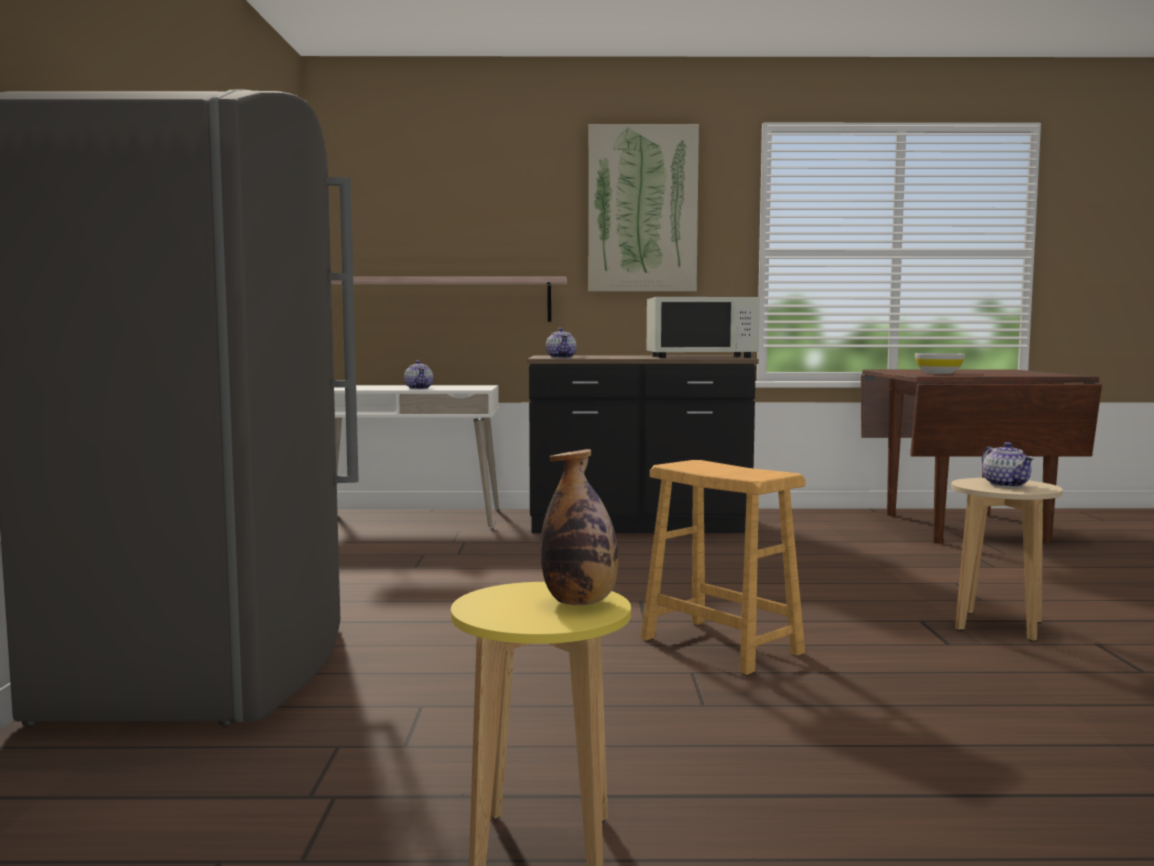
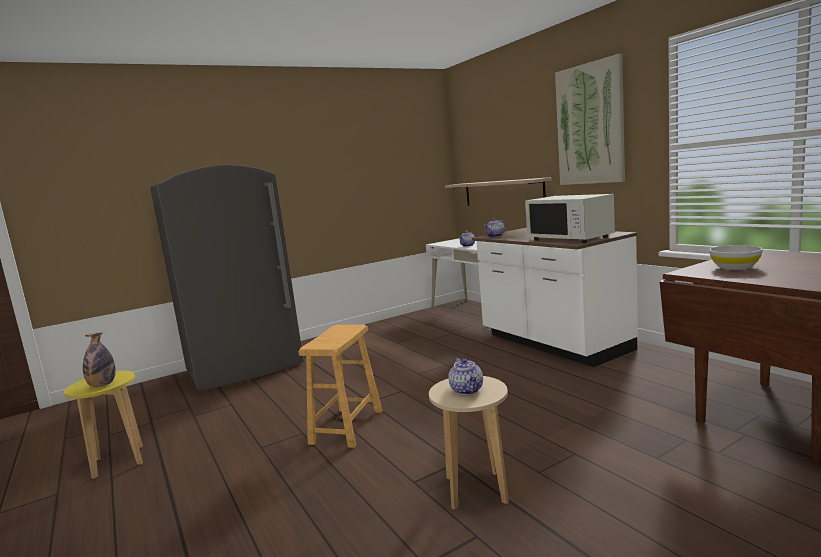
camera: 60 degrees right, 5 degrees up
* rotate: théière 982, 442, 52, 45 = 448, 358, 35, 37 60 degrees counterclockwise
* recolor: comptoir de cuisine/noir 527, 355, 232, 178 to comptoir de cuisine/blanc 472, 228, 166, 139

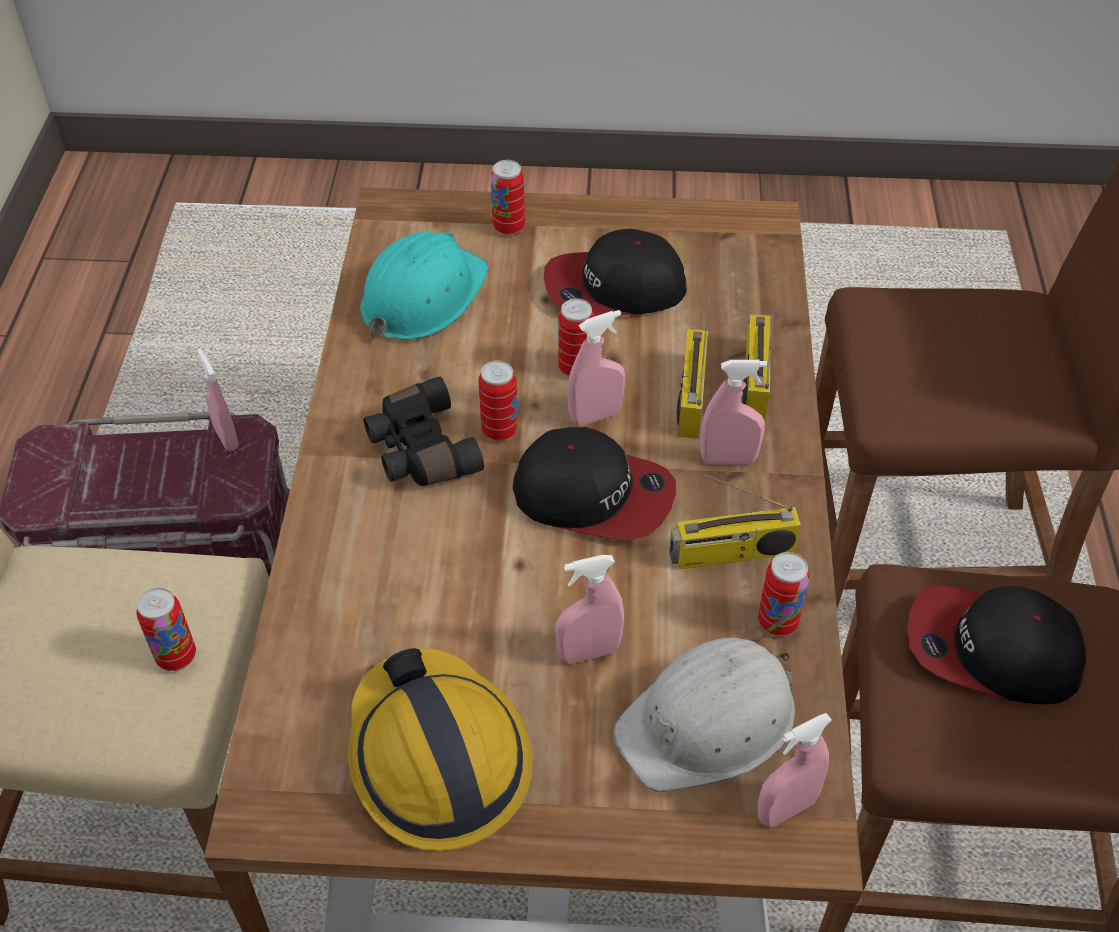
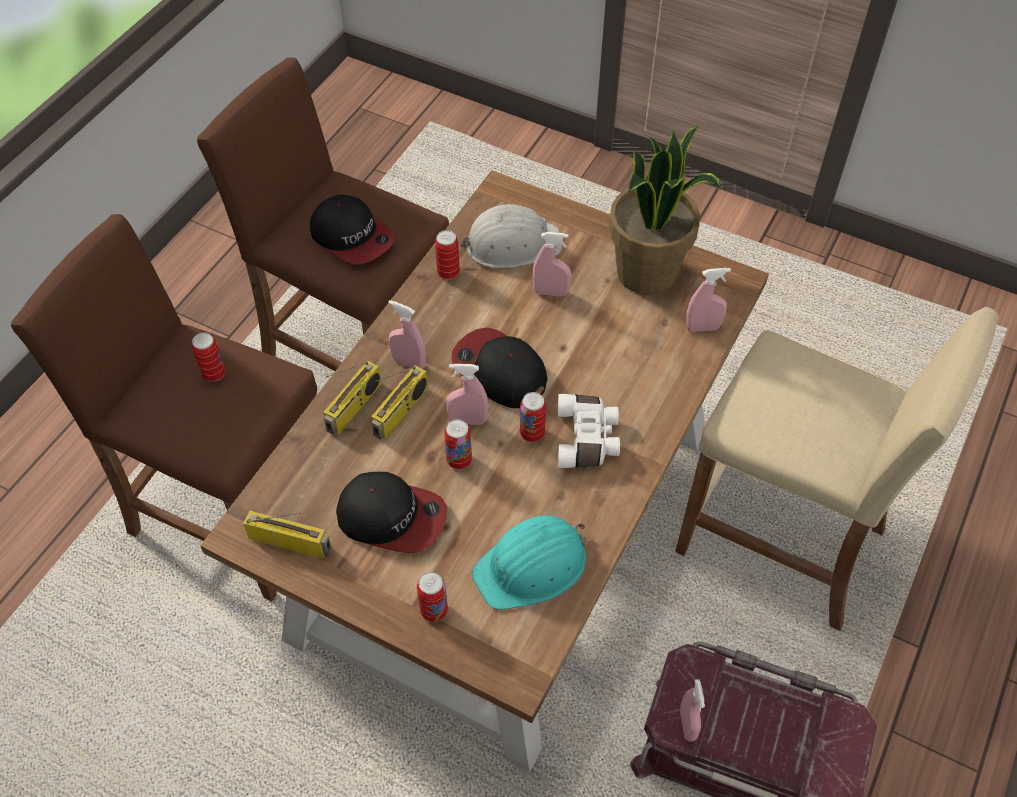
camera: 155 degrees left, 5 degrees up
* move: boîte métallique 136, 588, 60, 83 to 192, 332, 33, 50
* move: radio 669, 473, 132, 96 to 243, 511, 89, 48
* recolor: jumelles/noir 364, 377, 120, 109 to jumelles/blanc 558, 394, 62, 74
* replace: casque de chantier 348, 648, 184, 203 to plante en pot 609, 124, 112, 171
* move: vaporisateur/rose 758, 713, 74, 114 to 686, 268, 45, 64

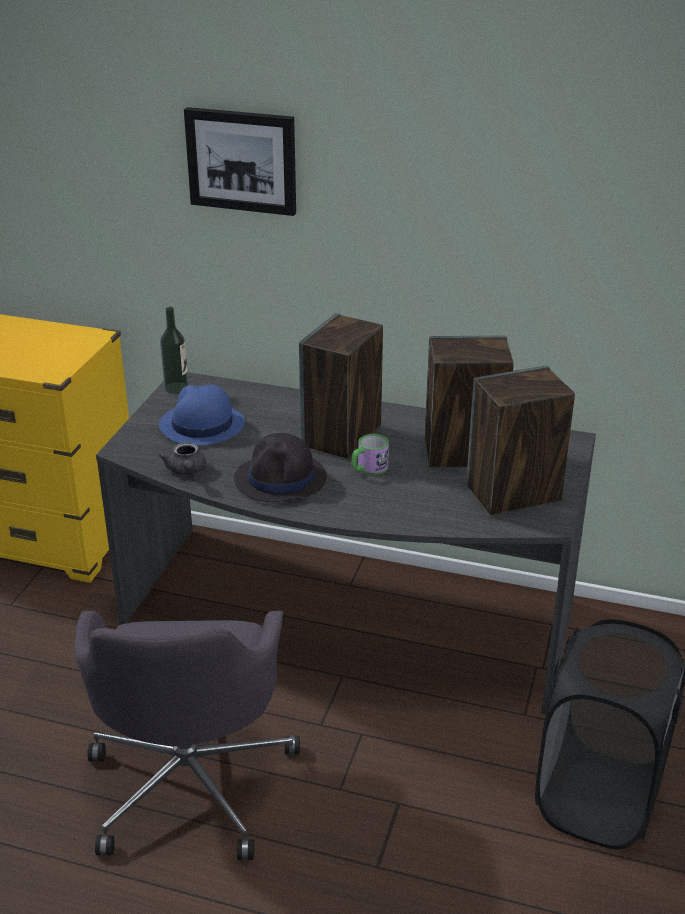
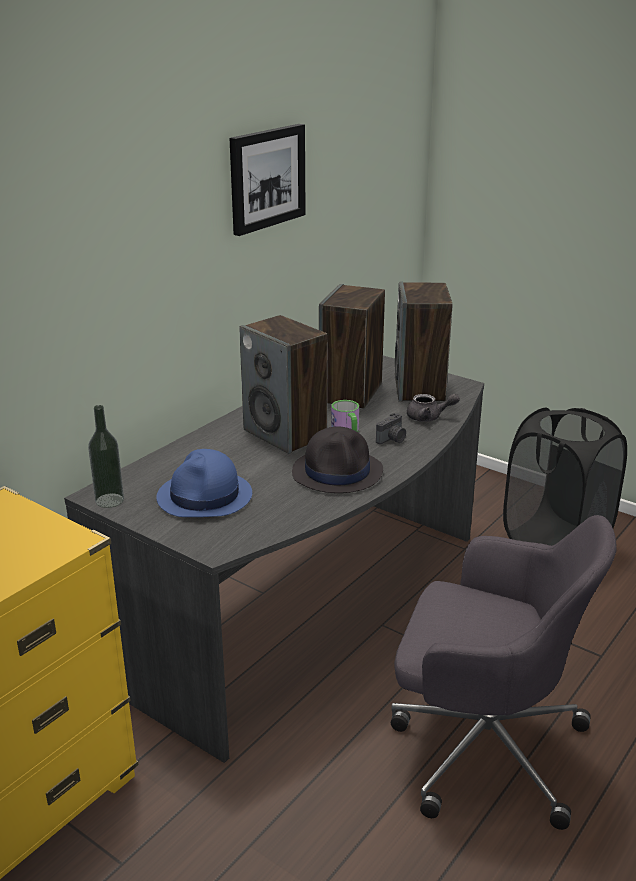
camera: 70 degrees left, 5 degrees down
* move: tableau 184, 107, 112, 109 to 229, 124, 77, 112
* insert: appareil photo 376, 413, 30, 31
* move: théière/gris 159, 442, 47, 33 to 407, 394, 53, 28

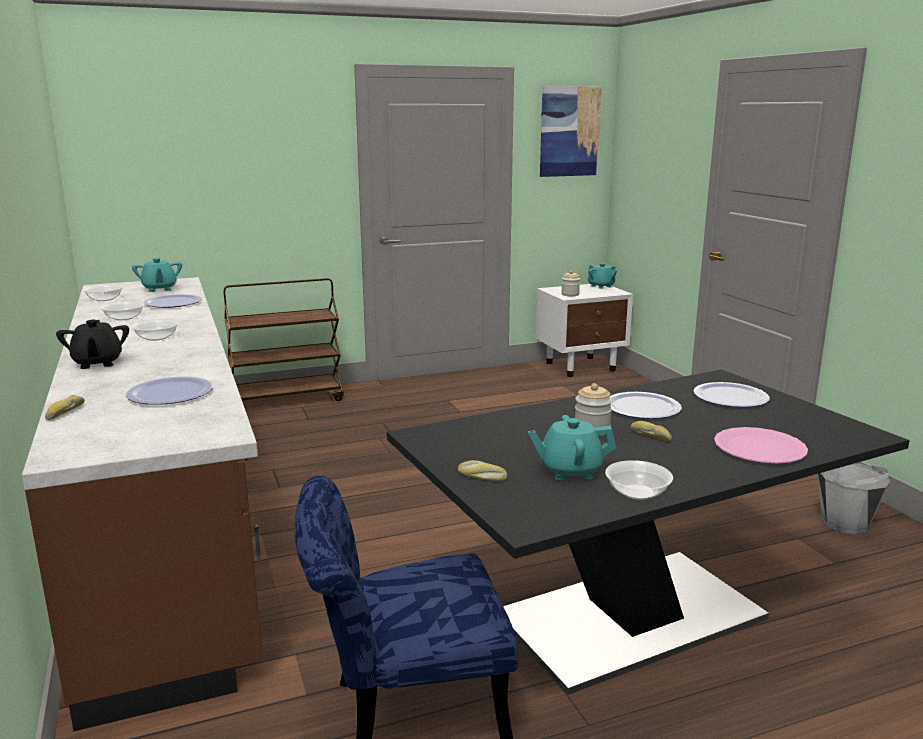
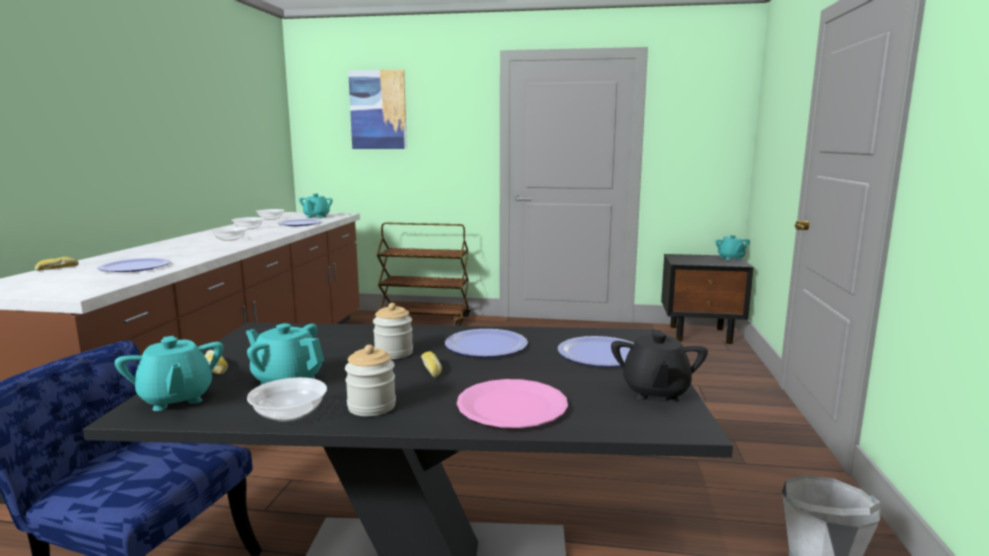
camera: 30 degrees right, 5 degrees down
* insert: théière/turquoise 115, 336, 108, 75
* move: bocal 561, 270, 19, 26 to 345, 345, 51, 71
* move: tableau 540, 86, 62, 91 to 348, 69, 59, 80
* move: théière/noir 56, 320, 73, 49 to 611, 330, 97, 72
* recolor: table de chevet/blanc 536, 284, 97, 93 to table de chevet/noir 661, 254, 92, 90

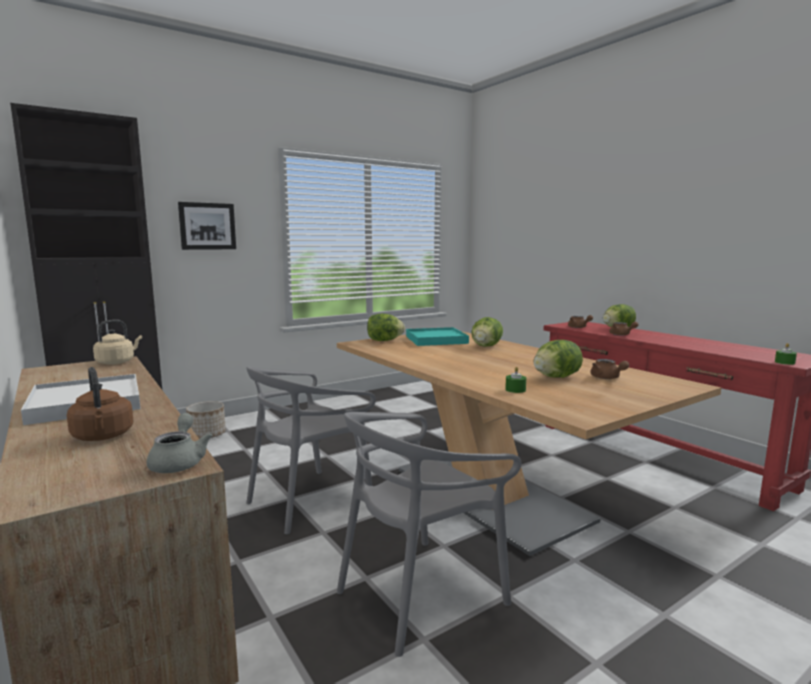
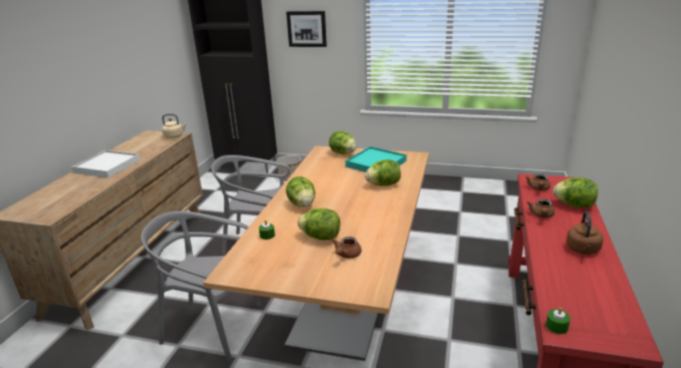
camera: 50 degrees right, 15 degrees up
* insert: laitue 286, 176, 29, 31
* move: bouilloire/marron 67, 367, 66, 74 to 566, 211, 37, 43
* delete: théière/gris 147, 413, 66, 60

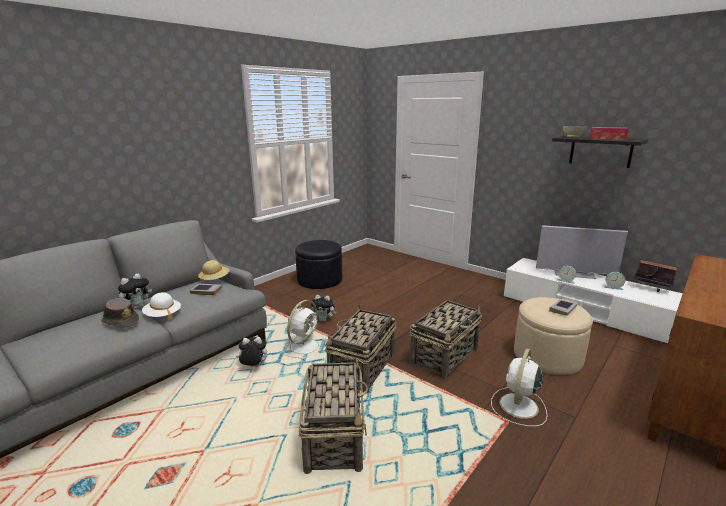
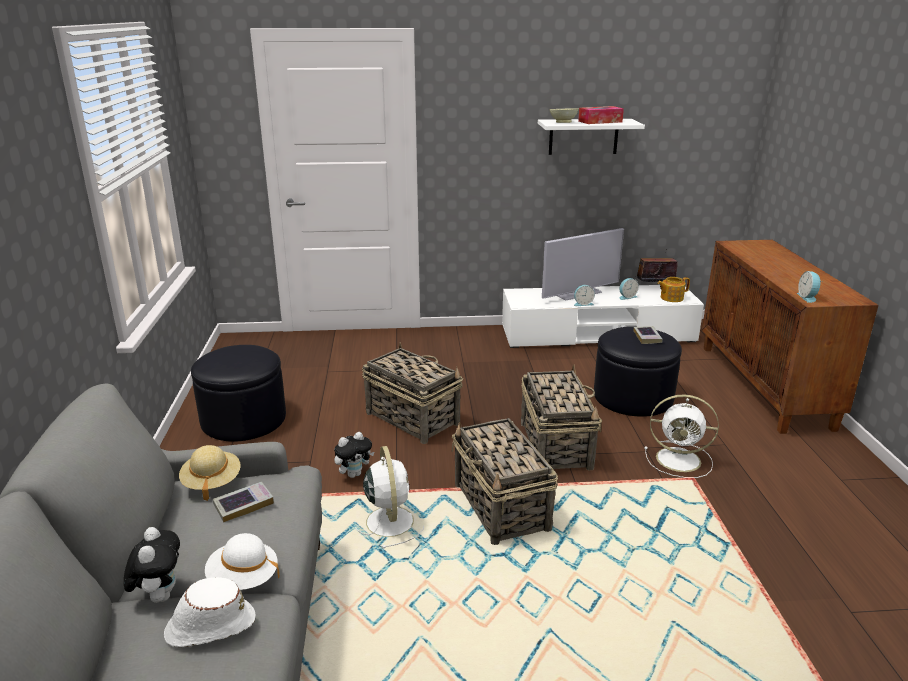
camera: 45 degrees left, 5 degrees up
* recolor: chapeau/marron 101, 298, 38, 29 to chapeau/blanc 164, 577, 91, 70
* move: panier 299, 357, 69, 117 to 362, 342, 101, 102
* recolor: étagère/noir 552, 136, 96, 32 to étagère/blanc 538, 119, 107, 36
* recolor: pouf/beige 514, 297, 79, 78 to pouf/noir 594, 326, 88, 91
* rotate: ventilateur/blanc 491, 348, 56, 79 = 645, 394, 74, 84 60 degrees counterclockwise
* insert: théière 657, 277, 33, 25
* insert: réveil 797, 271, 25, 32
* delete: peluche 236, 337, 31, 30

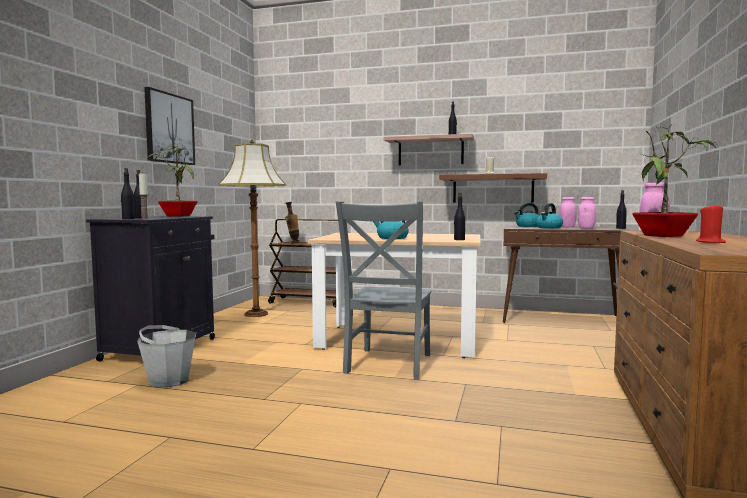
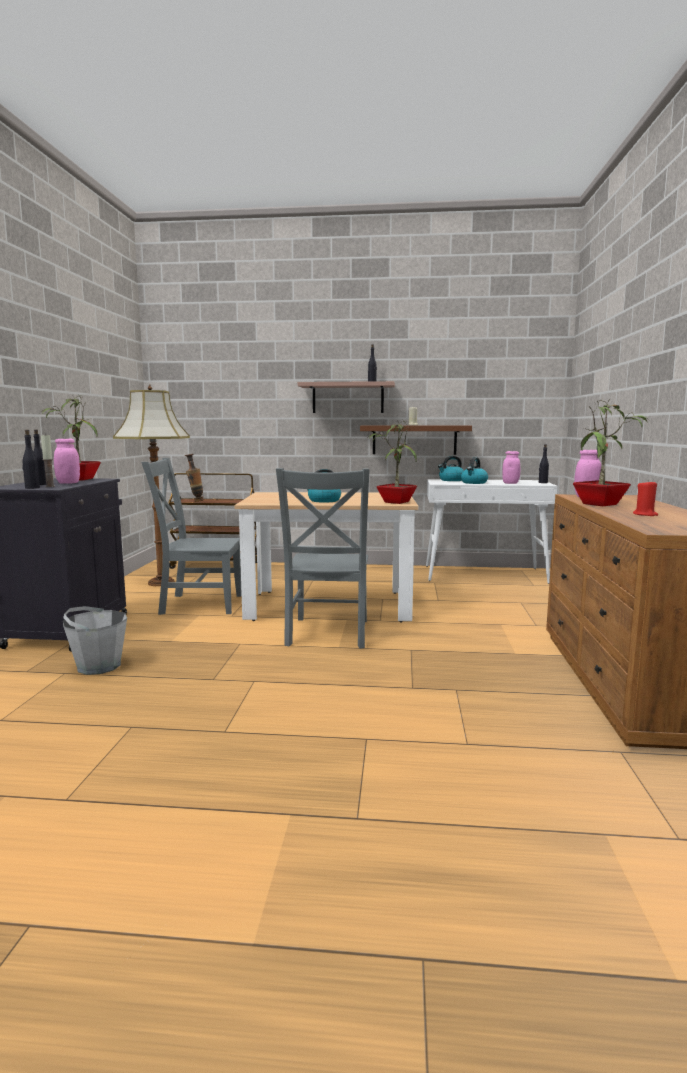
camera: 10 degrees left, 5 degrees up
* move: bocal/rose 559, 197, 18, 31 to 54, 439, 26, 45
* insert: chaise/gris 141, 458, 101, 157
* replace: bouteille/noir 454, 192, 11, 48 to plante en pot 369, 421, 48, 83
* recolor: table console/marron 503, 226, 128, 97 to table console/blanc 426, 479, 132, 105
* delete: tableau 144, 87, 51, 78

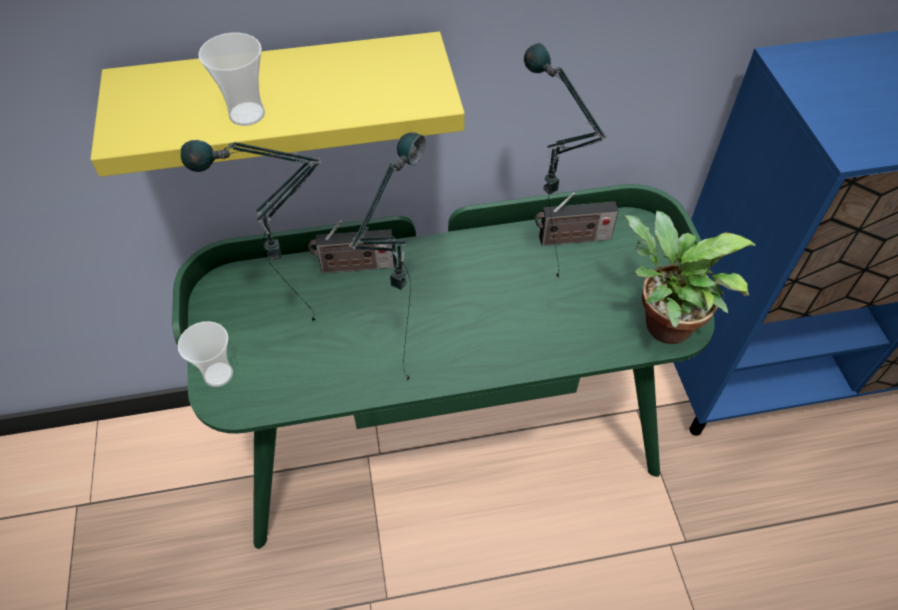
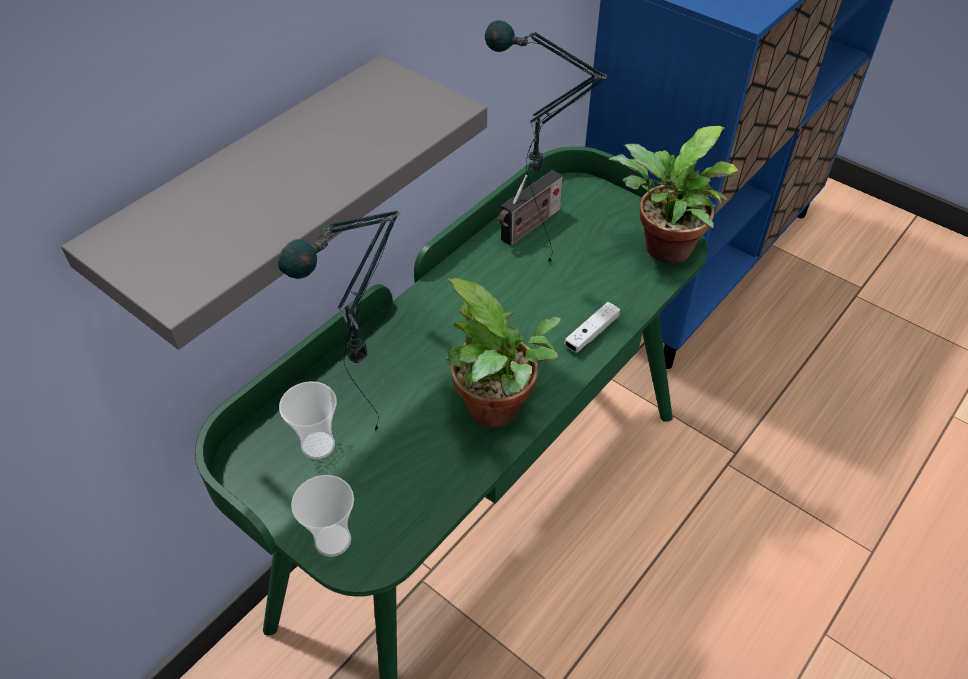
camera: 40 degrees left, 5 degrees down
* recolor: étagère/jaune 91, 32, 374, 145 to étagère/gris 61, 56, 426, 294
* move: tasse 198, 33, 67, 93 to 279, 381, 58, 78
* replace: lampe de table 349, 132, 76, 249 to plante en pot 445, 278, 116, 149
* insert: manette/blanc 564, 302, 56, 51
* delete: radio 309, 220, 86, 53

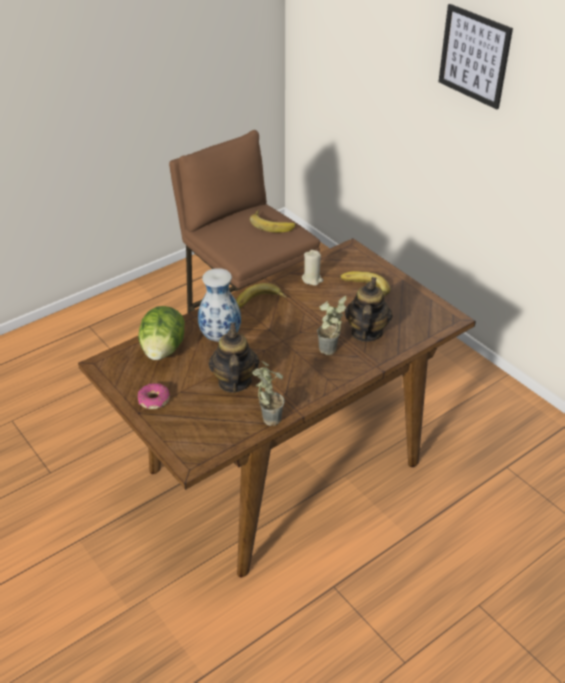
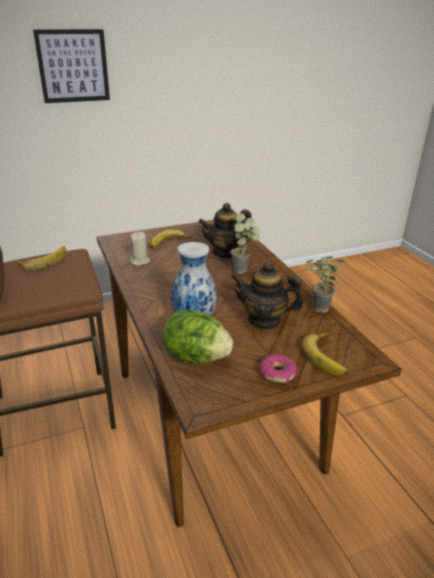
camera: 75 degrees left, 10 degrees down
* rotate: théière 345, 277, 47, 65 = 198, 203, 55, 55 45 degrees counterclockwise
* move: banane 236, 283, 51, 25 to 302, 333, 45, 42

